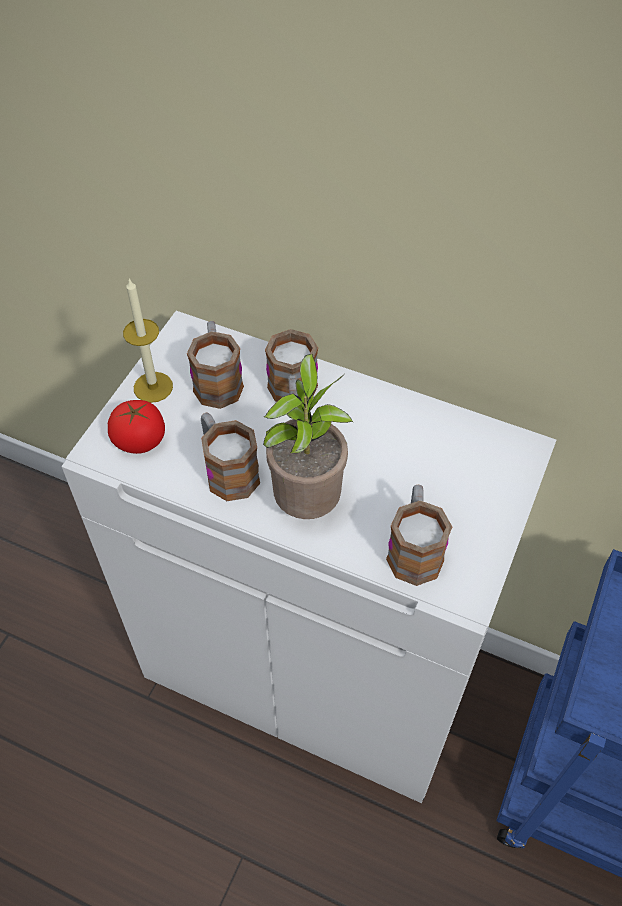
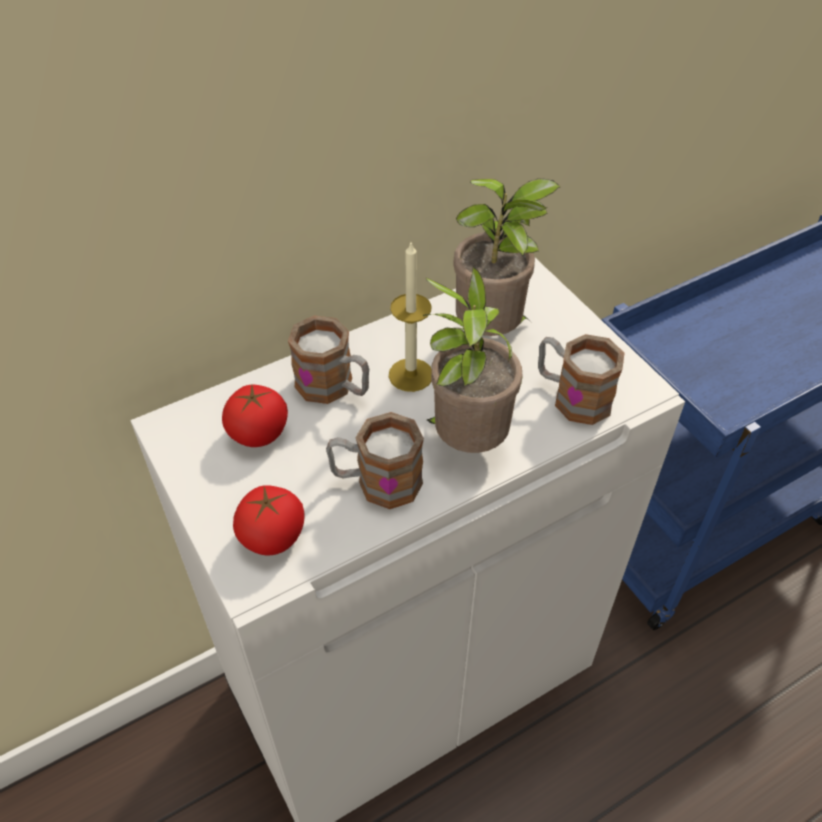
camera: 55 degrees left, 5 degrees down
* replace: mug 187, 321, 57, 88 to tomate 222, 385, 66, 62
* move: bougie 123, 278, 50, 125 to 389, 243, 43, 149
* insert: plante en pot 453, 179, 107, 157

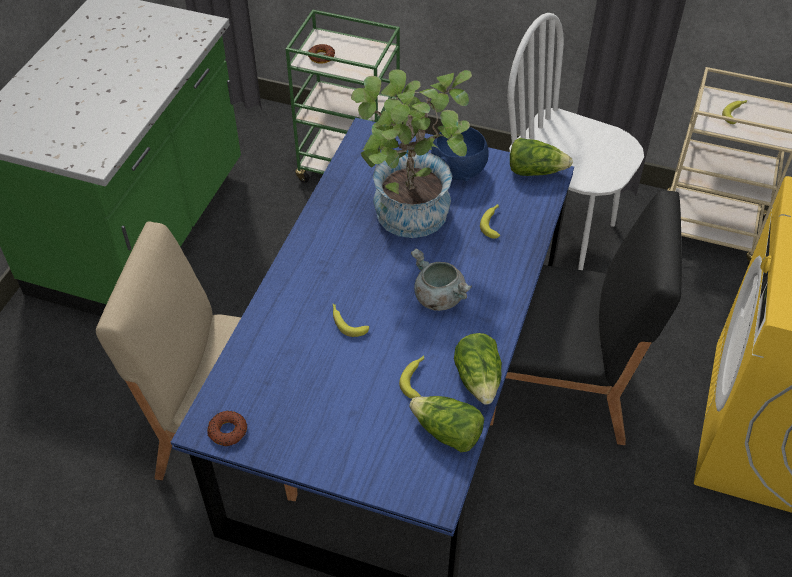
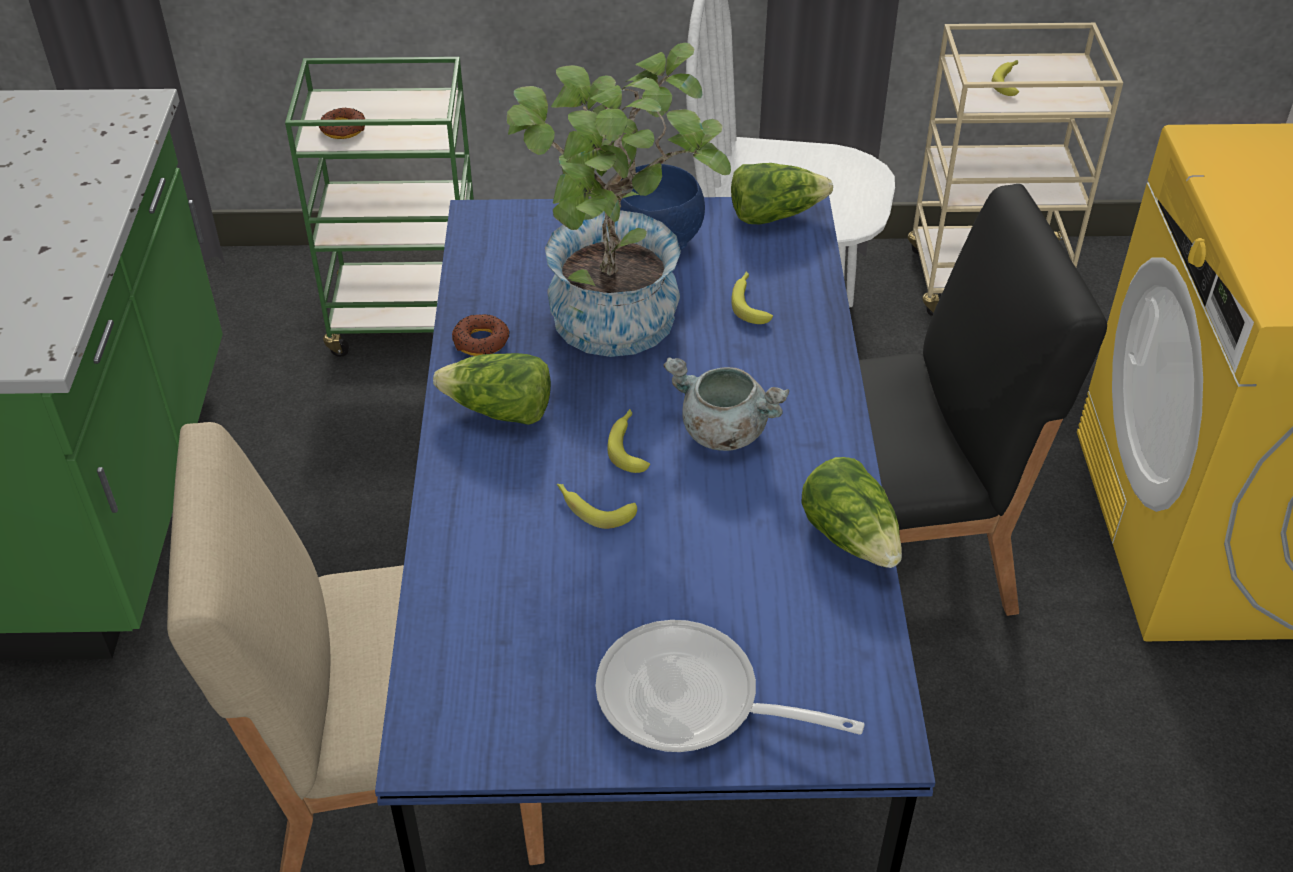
camera: 20 degrees left, 5 degrees down
* move: laitue 409, 396, 75, 56 to 433, 353, 118, 72
* move: beignet 207, 410, 40, 36 to 452, 314, 58, 42
* insert: poêle 595, 620, 270, 132
* move: banane 399, 355, 25, 44 to 607, 409, 43, 64

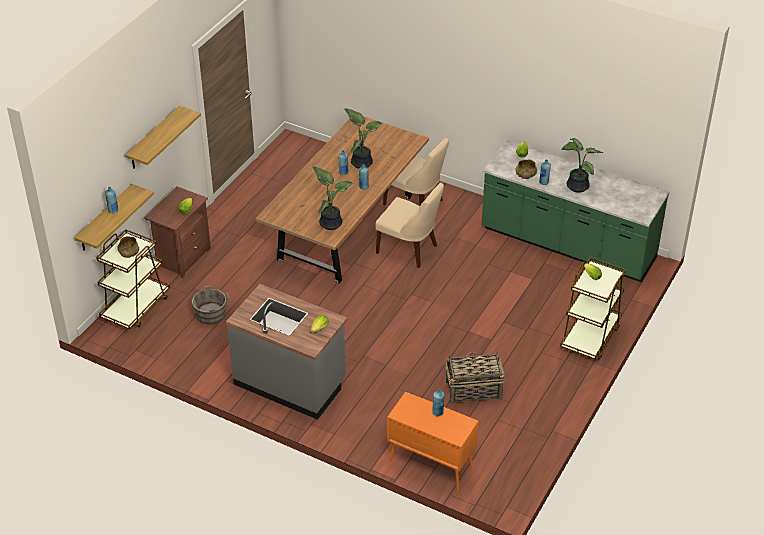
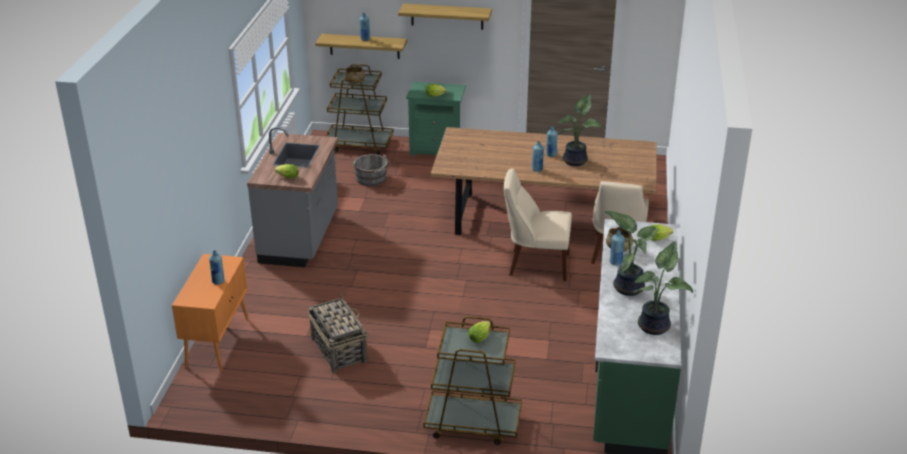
camera: 70 degrees right, 10 degrees down
* recolor: table de chevet/marron 144, 186, 67, 92 to table de chevet/vert 406, 82, 60, 74
* rotate: chaise/beige 375, 183, 69, 85 = 504, 168, 68, 113 90 degrees clockwise
* move: plante en pot 312, 167, 41, 63 to 632, 241, 61, 94

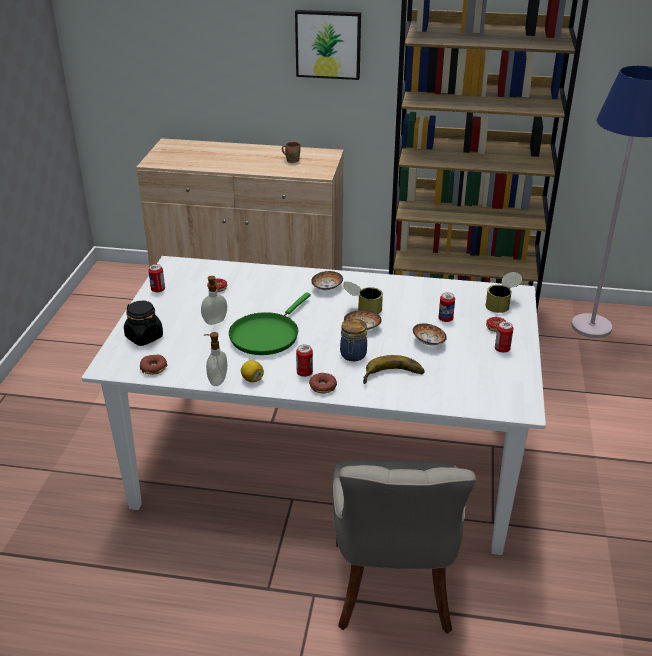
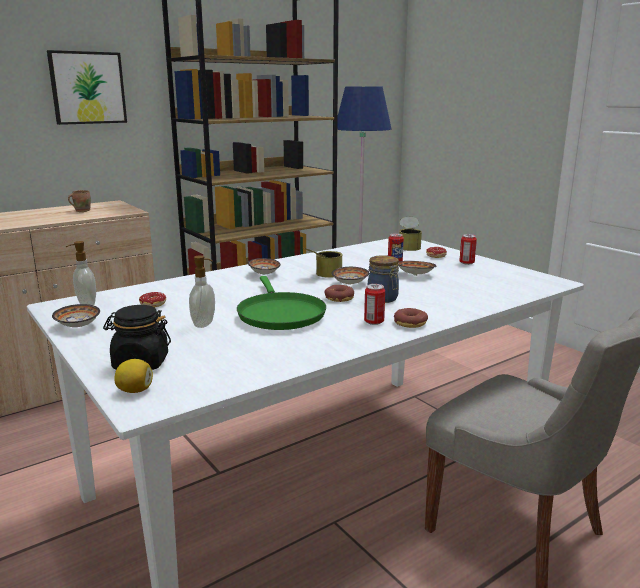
camera: 45 degrees left, 15 degrees down
* replace: boîte métallique 148, 264, 17, 29 to bol 52, 304, 48, 23
* move: distributeur de savon 204, 332, 23, 54 to 66, 241, 30, 64
* move: citron 241, 360, 23, 22 to 114, 359, 39, 34
* move: beignet 140, 355, 28, 20 to 324, 285, 30, 17
* delete: banane 363, 355, 61, 29

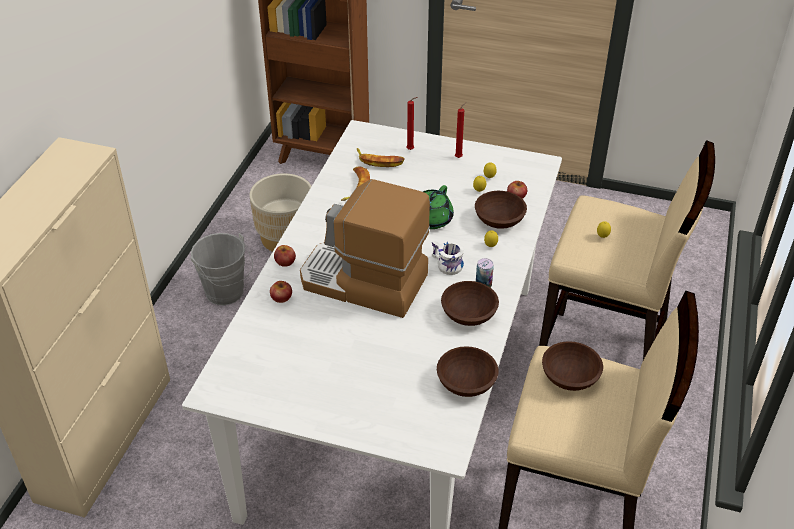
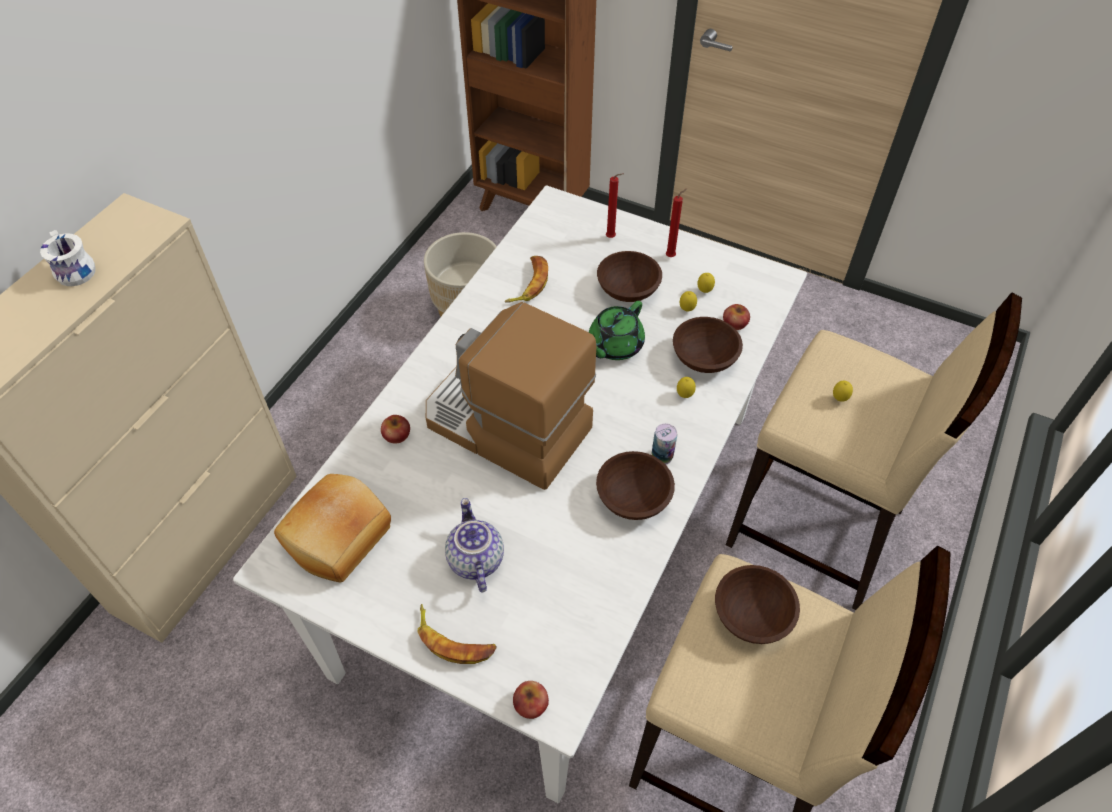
camera: 10 degrees right, 10 degrees up
* move: mug/blanc 432, 241, 32, 34 to 40, 230, 55, 56
* insert: pain 274, 474, 117, 108
* move: banane 357, 148, 48, 19 to 418, 604, 79, 60
* insert: théière 445, 498, 59, 95
* move: pomme 274, 245, 22, 22 to 513, 681, 36, 38
* move: bol/marron 437, 346, 62, 51 to 597, 251, 65, 51
* delete: seau/gris 190, 233, 63, 72

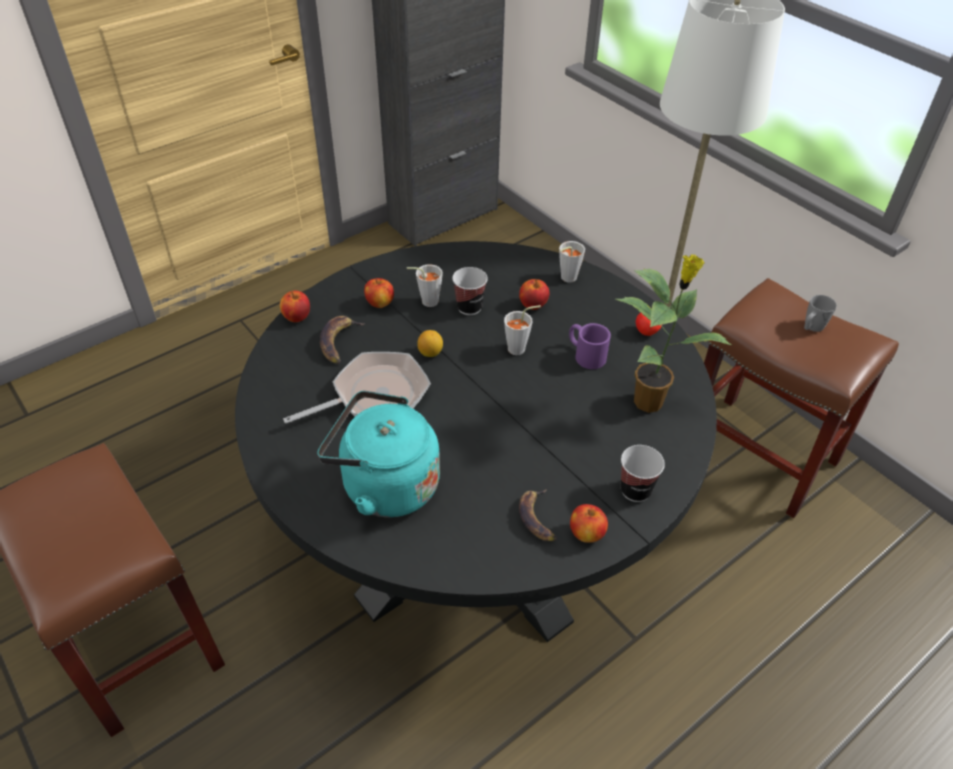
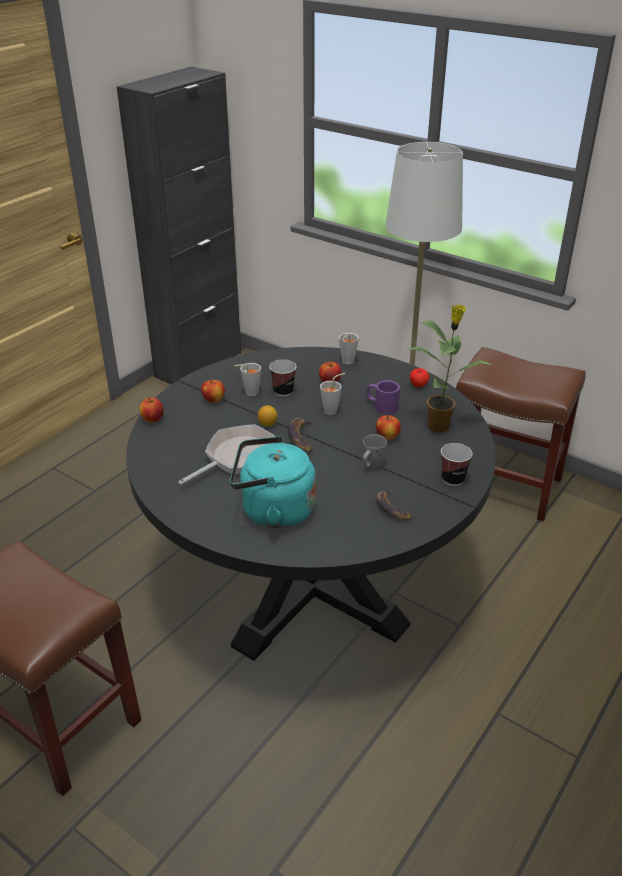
camera: 15 degrees left, 10 degrees down
* move: banane 320, 316, 45, 48 to 288, 418, 26, 34
* move: mug/gris 804, 295, 33, 37 to 363, 434, 24, 35
* move: pomme 570, 504, 38, 39 to 376, 415, 25, 25

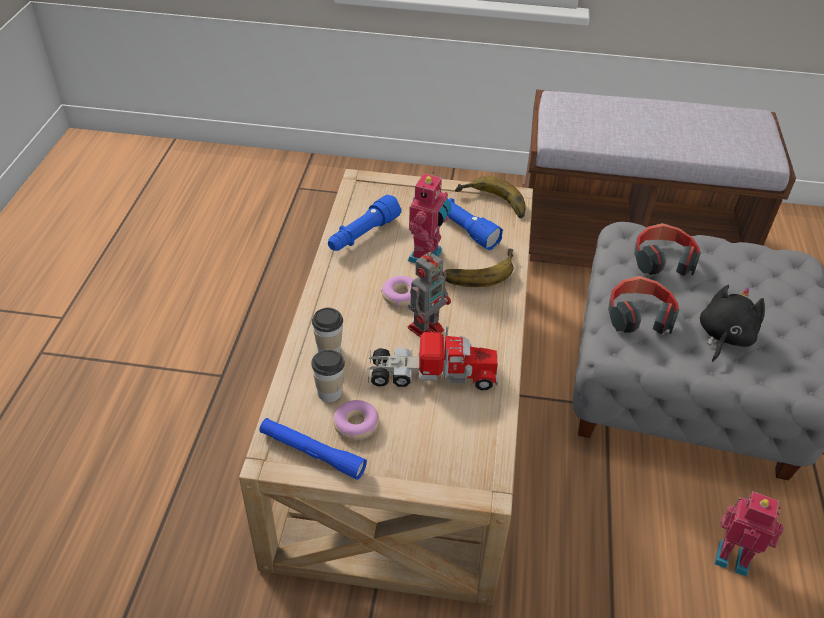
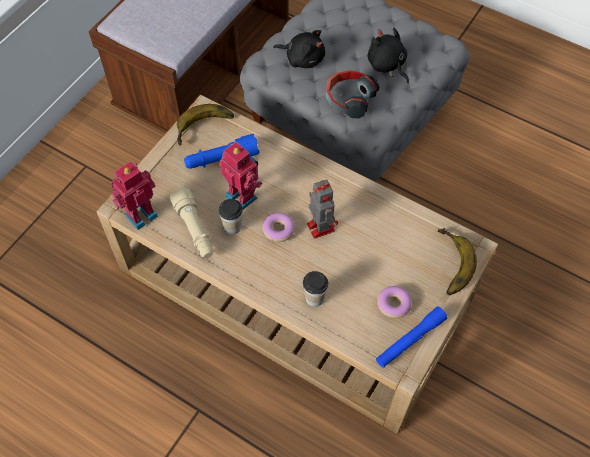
camera: 65 degrees left, 15 degrees up
* move: robot jouet 714, 491, 70, 85 to 111, 161, 47, 69
* recolor: lampe de poche/bleu 328, 195, 73, 56 to lampe de poche/beige 170, 187, 43, 71
* move: tasse 311, 350, 34, 52 to 218, 199, 25, 36
* replace: casque audio 634, 223, 67, 53 to peluche/noir 273, 30, 52, 38
* move: banane 445, 248, 68, 39 to 438, 228, 39, 67
* delete: camion jouet 368, 326, 130, 64

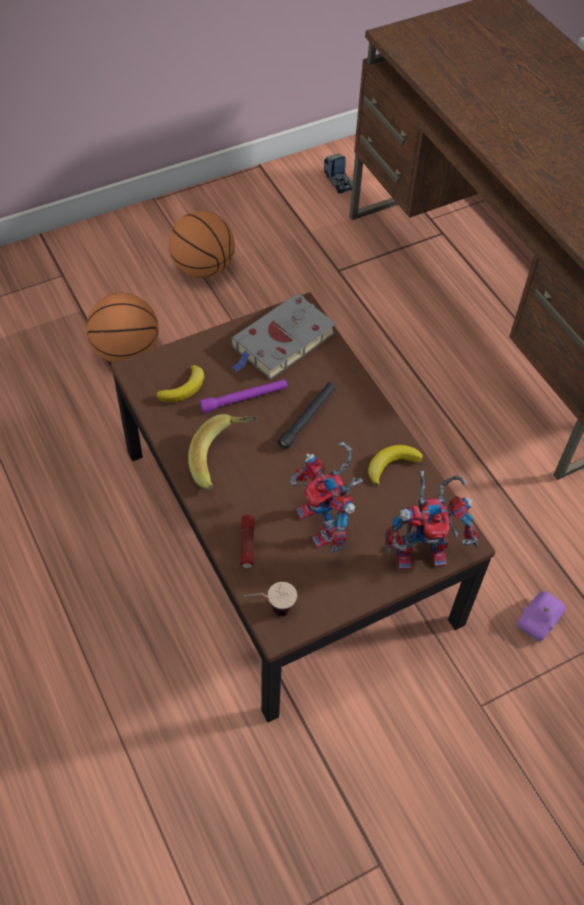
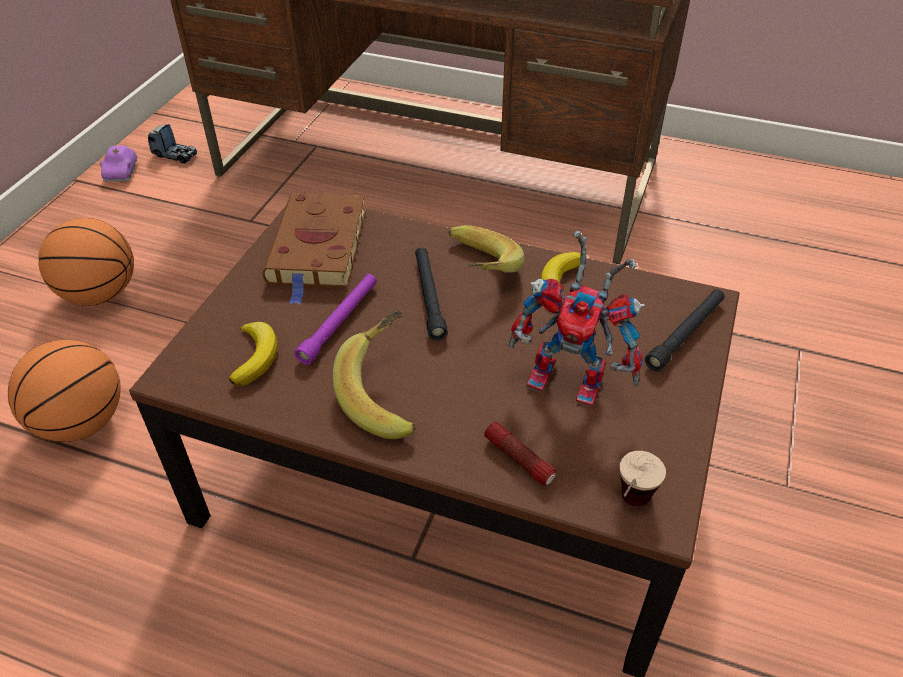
camera: 40 degrees left, 10 degrees down
* move: petite voiture/violet 516, 591, 49, 52 to 100, 146, 38, 36
* recolor: livre/gris 230, 293, 106, 87 to livre/marron 262, 192, 104, 112
* insert: banane 448, 225, 77, 48
* replace: robot jouet 385, 470, 94, 100 to lampe de poche/noir 645, 289, 80, 83

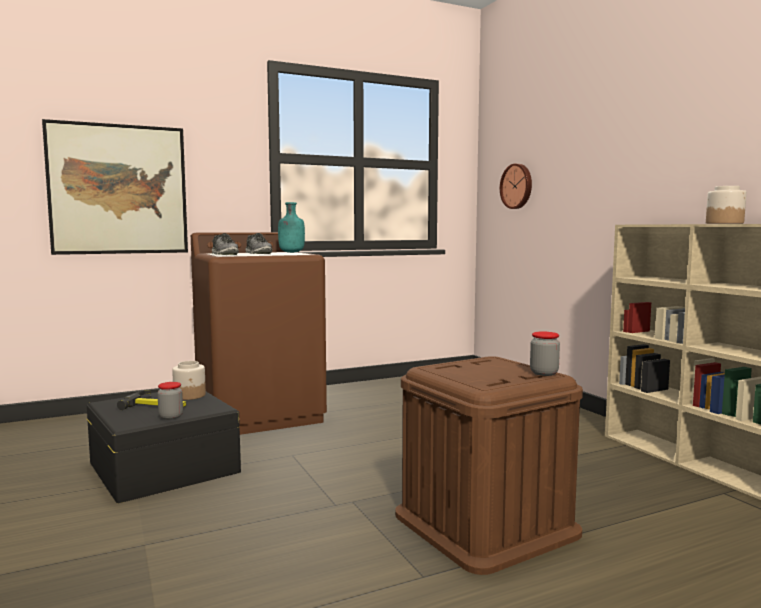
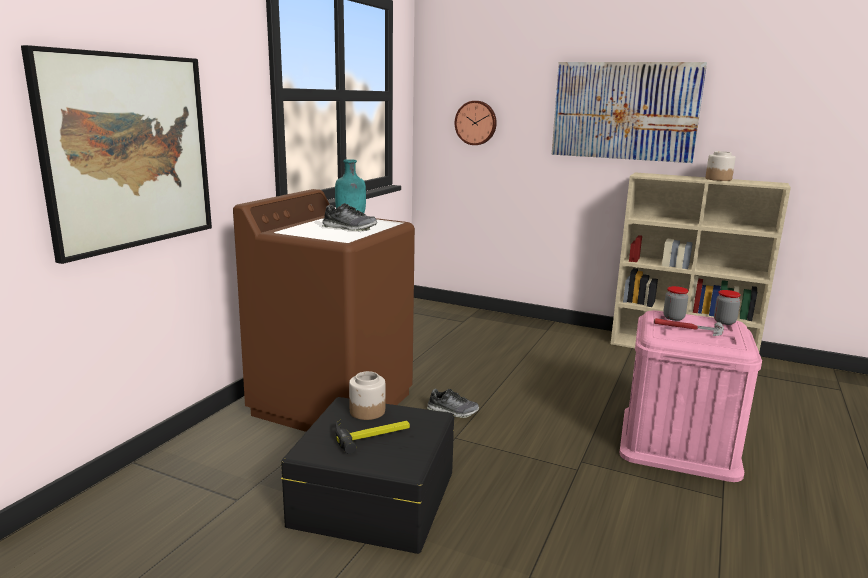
camera: 40 degrees left, 10 degrees up
* move: chaussure 212, 233, 27, 22 to 427, 389, 52, 29
* insert: tableau 552, 62, 155, 101
* recolor: boîte de rangement/marron 395, 356, 188, 219 to boîte de rangement/rose 619, 310, 143, 172
* insert: marteau 654, 318, 70, 18
* move: bocal 157, 382, 26, 38 to 663, 286, 26, 35

